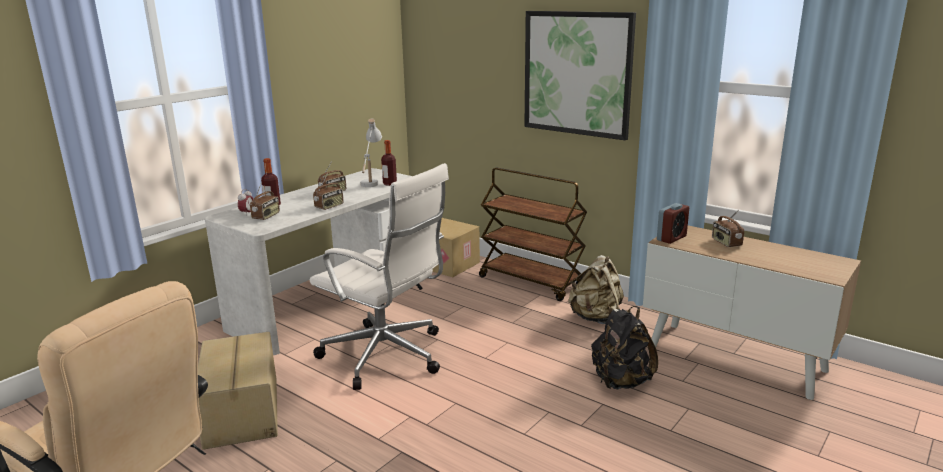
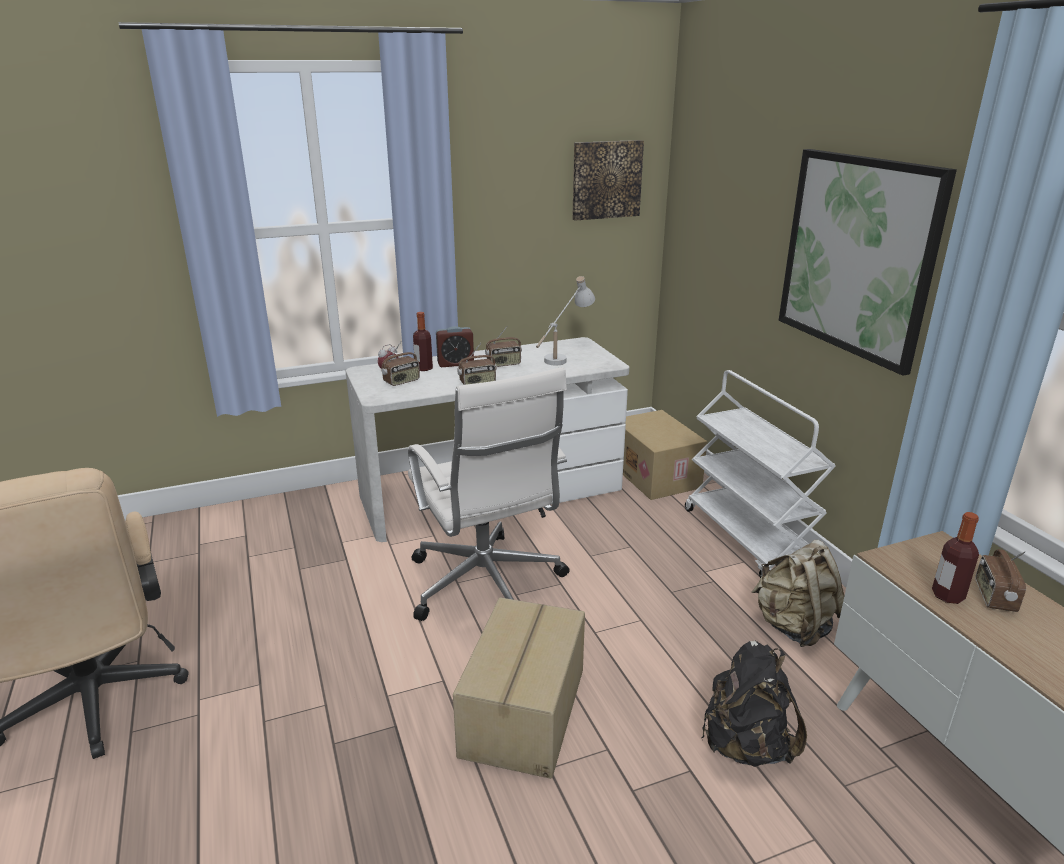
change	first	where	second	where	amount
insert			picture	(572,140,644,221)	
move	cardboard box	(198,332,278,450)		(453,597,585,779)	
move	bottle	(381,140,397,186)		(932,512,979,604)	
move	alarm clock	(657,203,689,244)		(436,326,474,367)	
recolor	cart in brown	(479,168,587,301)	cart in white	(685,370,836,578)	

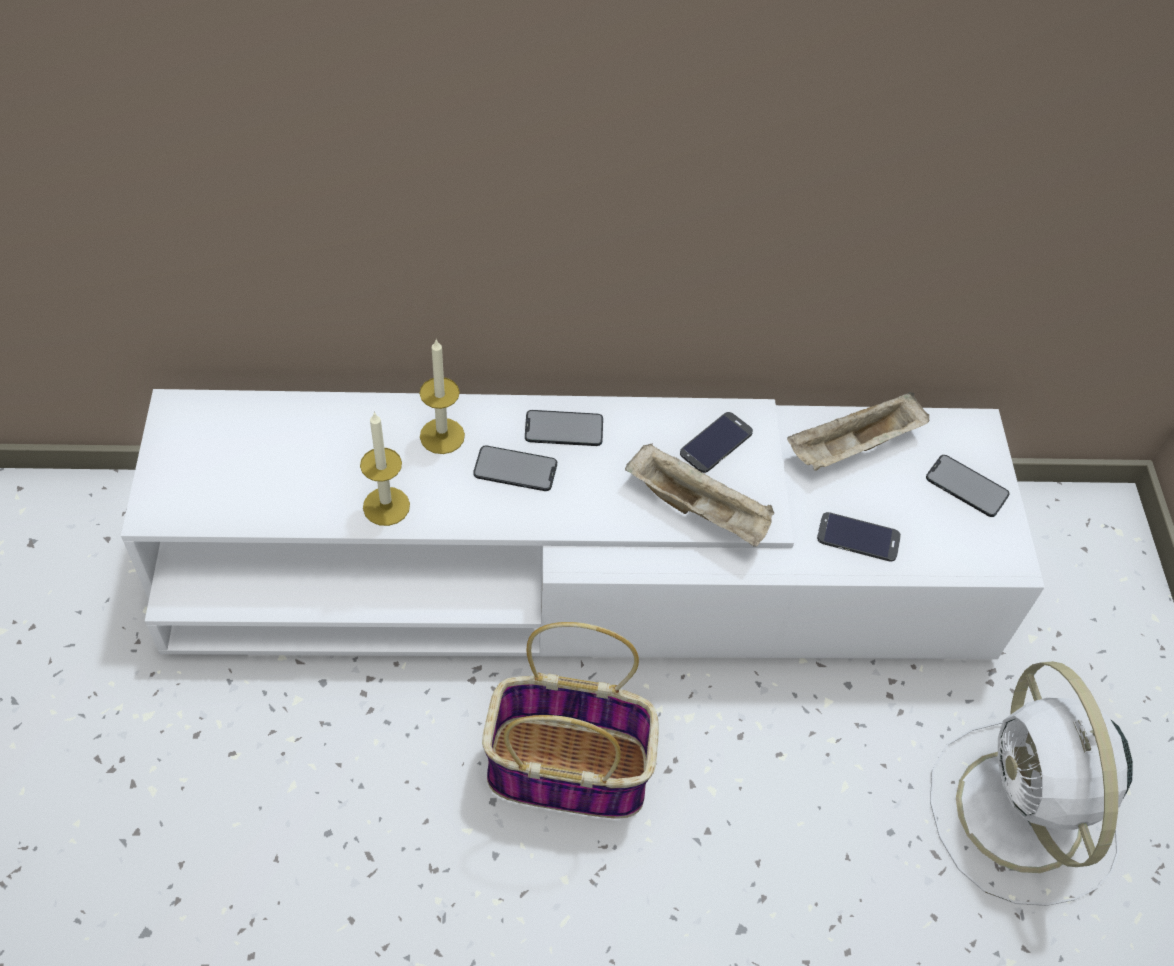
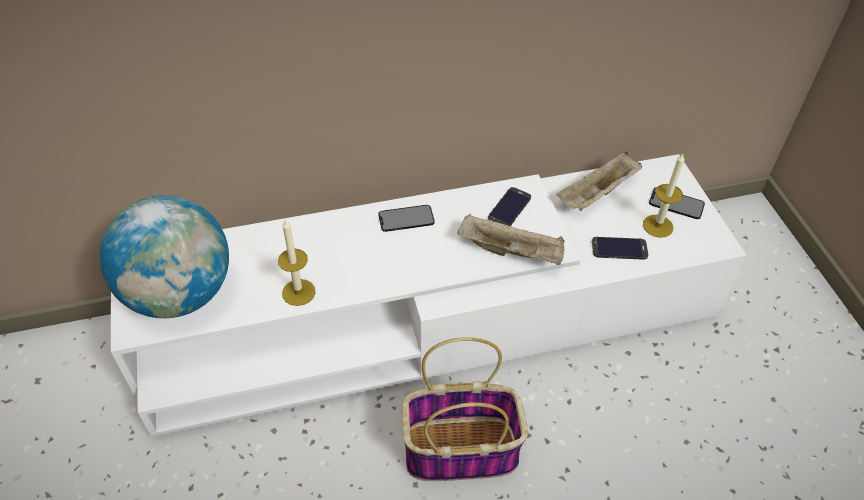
change	first	where	second	where	amount
delete	phone	(473,446,557,491)			
delete	fan in white	(930,661,1133,906)			
insert			globe	(100,195,229,318)	
move	candle	(420,339,465,454)		(643,154,684,238)	

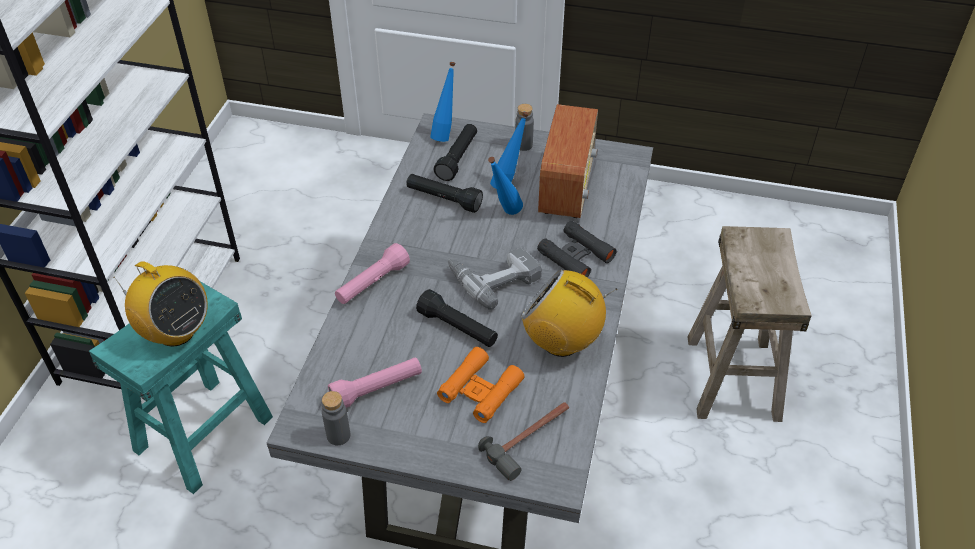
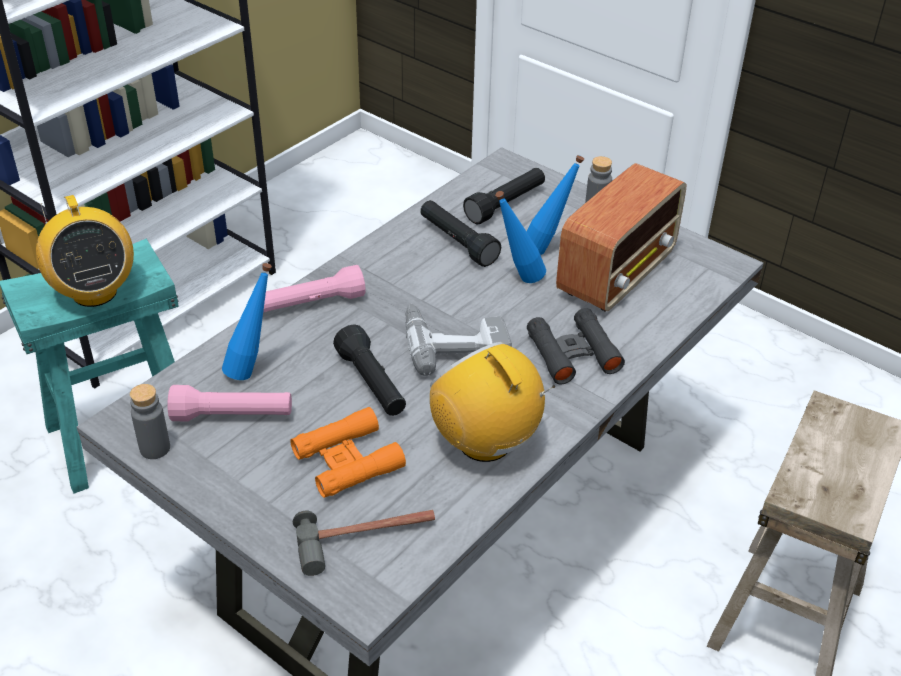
change	first	where	second	where	amount
move	bottle in blue	(430,62,455,142)		(222,263,272,380)	

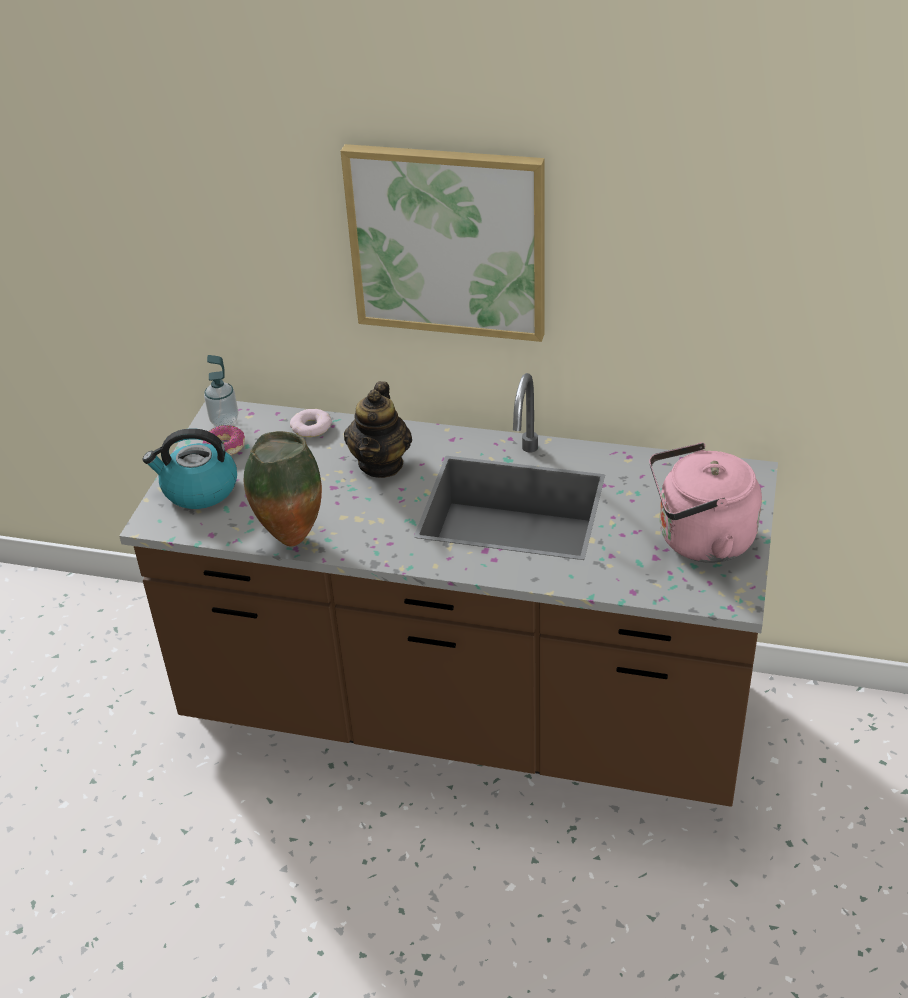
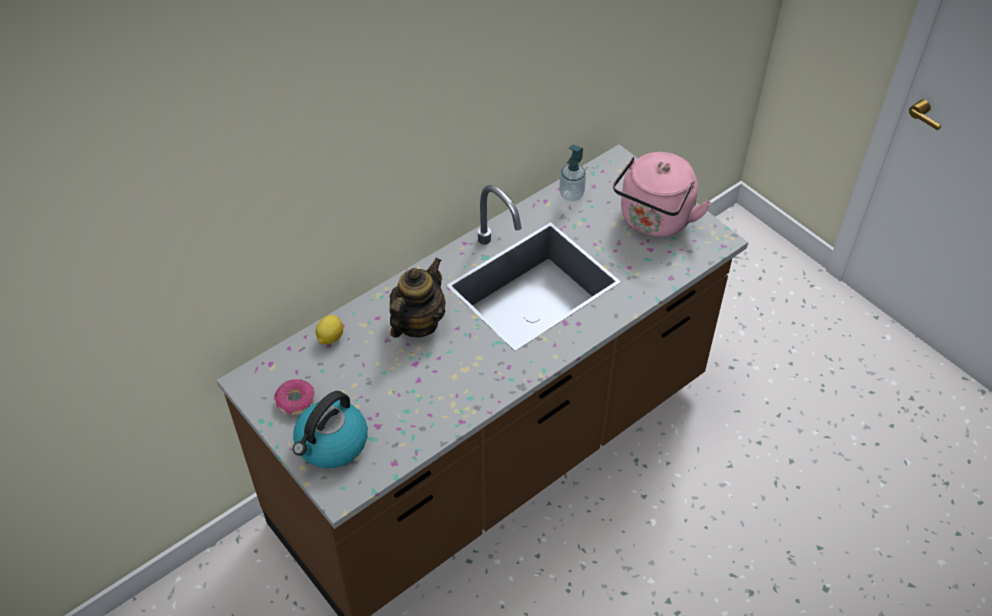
change	first	where	second	where	amount
delete	vase	(244,431,322,547)			
delete	picture	(340,144,545,342)			
move	soap dispenser	(204,355,238,426)		(559,145,586,201)	
replace	donut	(290,409,332,437)	lemon	(316,315,343,344)	
rotate	teapot	(344,381,412,478)		(389,258,445,338)	105 degrees counterclockwise

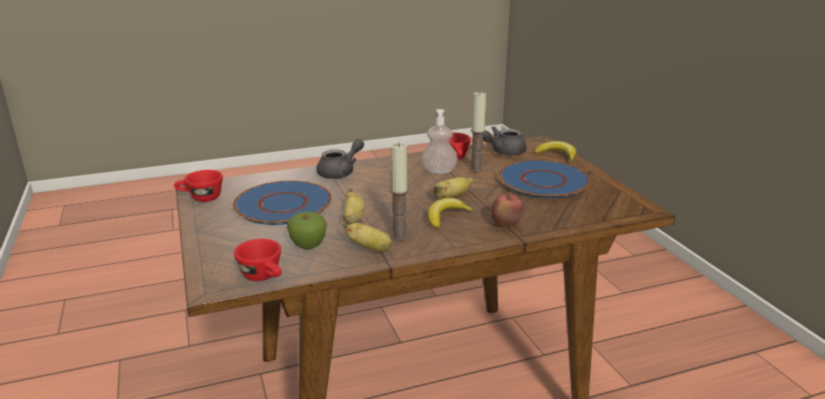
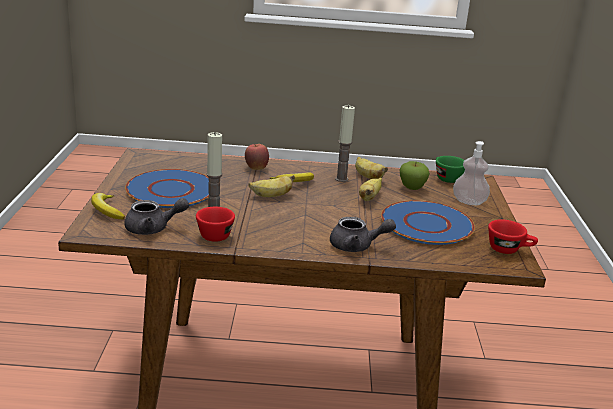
change	first	where	second	where	amount
move	soap dispenser	(421,109,458,174)		(453,141,490,205)	
recolor	cup in red	(234,239,282,281)	cup in green	(436,156,465,183)	
rotate	teapot in grey	(316,139,364,179)		(330,217,396,252)	150 degrees counterclockwise

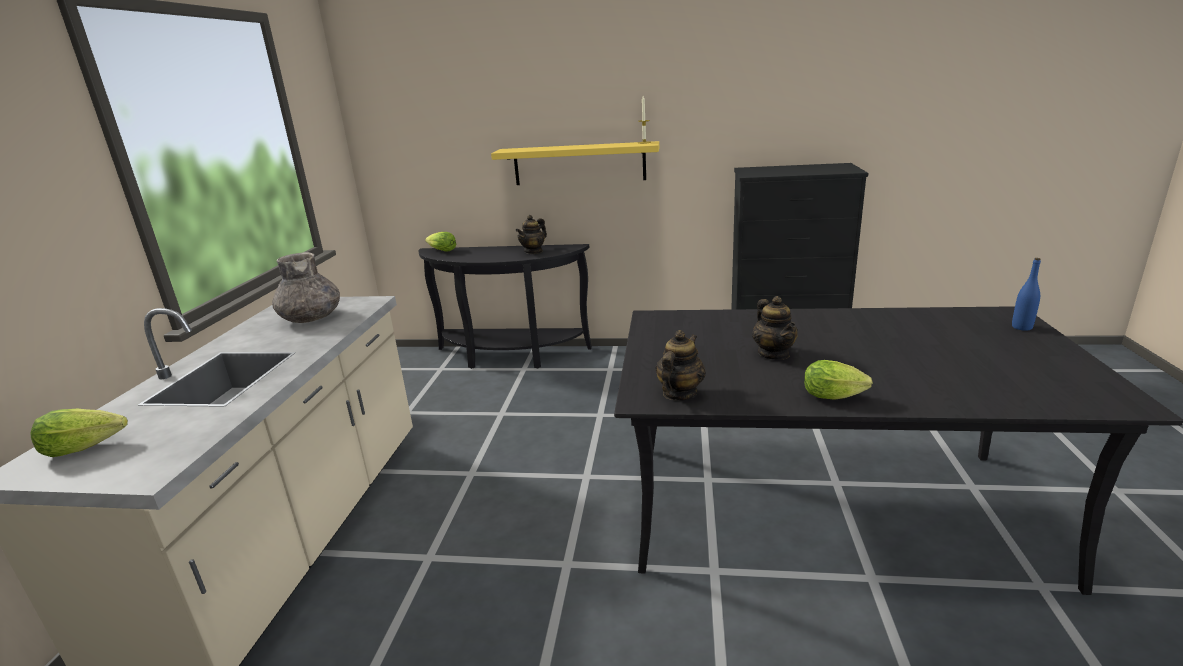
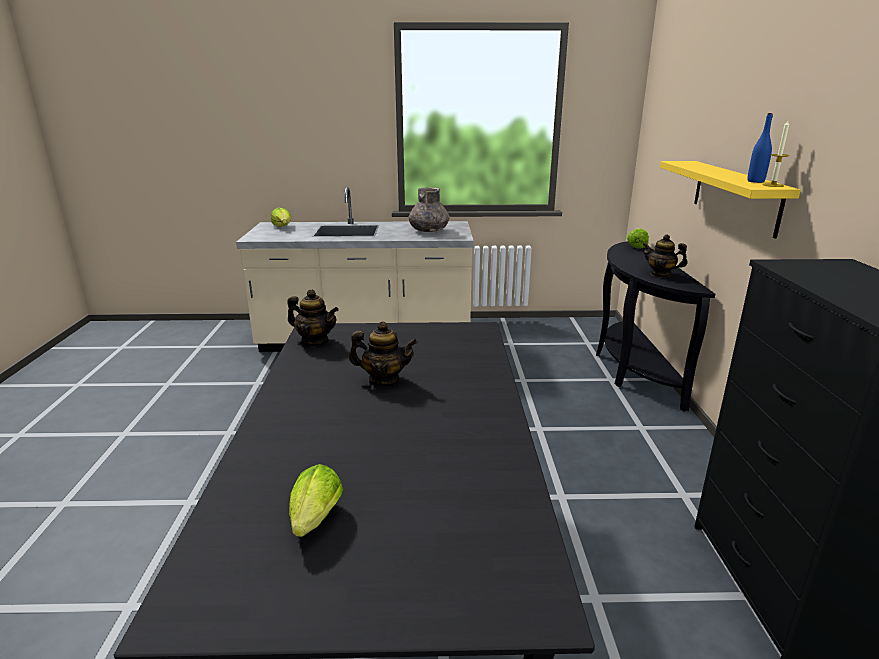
change	first	where	second	where	amount
move	lettuce	(804,360,873,400)		(289,464,343,537)	
move	bottle in blue	(1012,258,1041,331)		(747,113,773,183)	
rotate	teapot	(752,296,798,360)		(349,321,418,386)	150 degrees counterclockwise

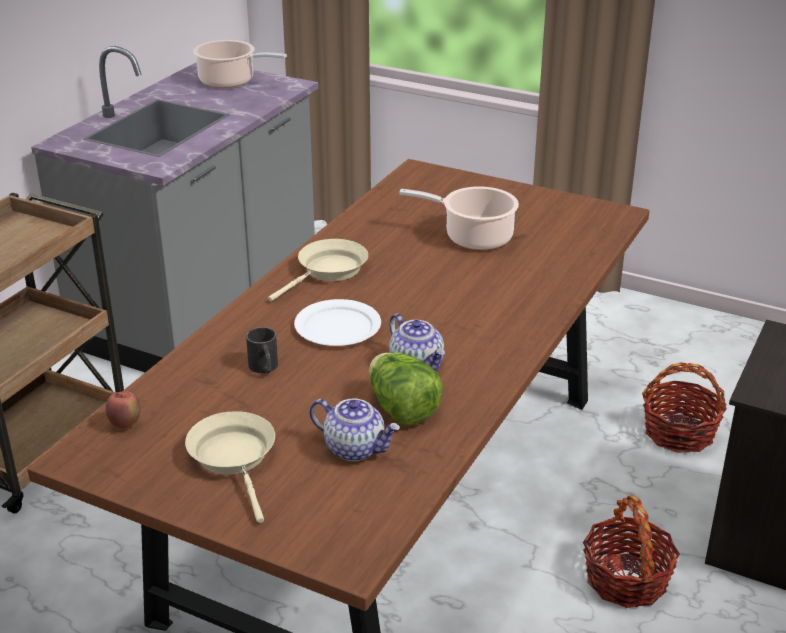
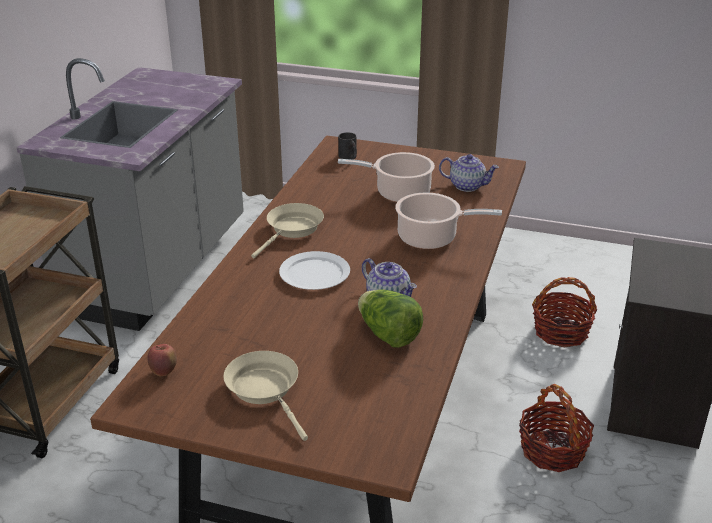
change	first	where	second	where	amount
move	cooking pot	(193,40,287,88)		(395,193,502,249)	
move	mug in black	(246,327,278,373)		(338,132,357,159)	
move	teapot	(309,399,400,461)		(439,154,499,192)	

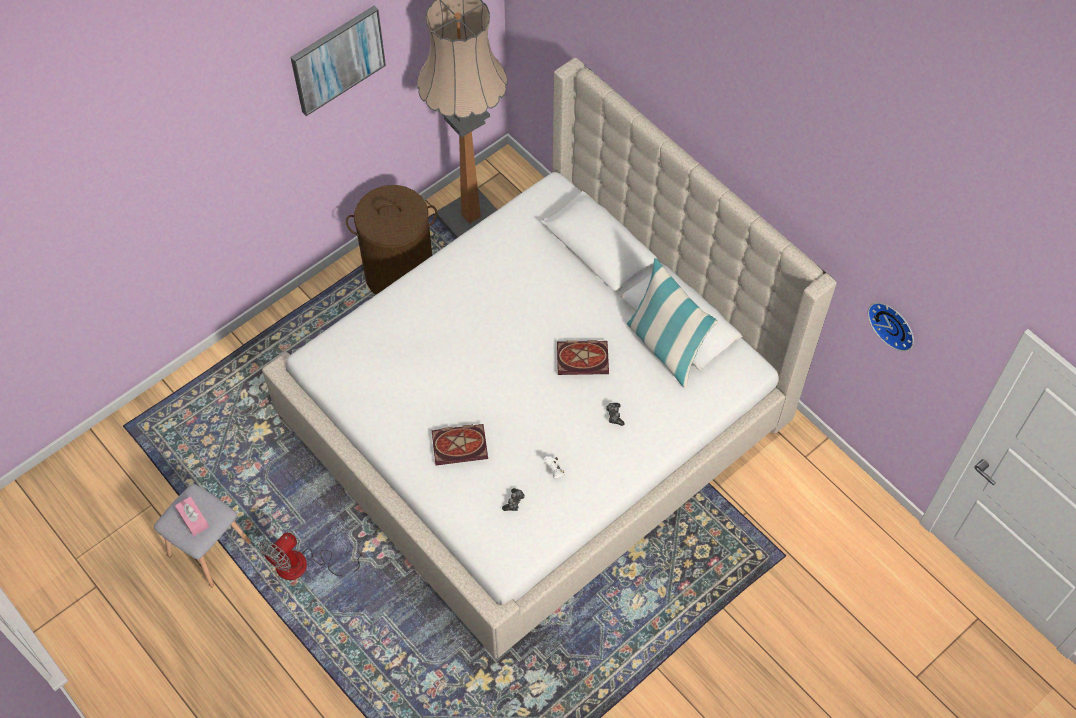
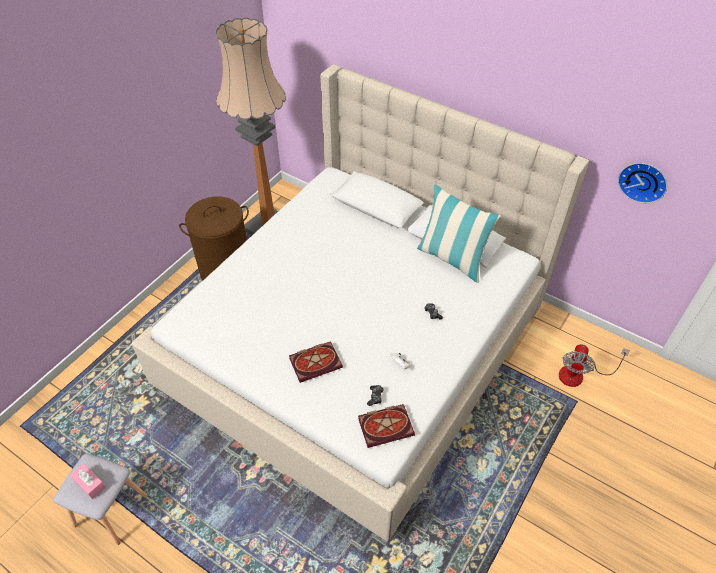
change	first	where	second	where	amount
delete	picture	(290,6,386,116)			
move	fan	(259,533,365,580)		(559,344,630,387)	
move	book	(557,340,609,375)		(358,404,415,448)	

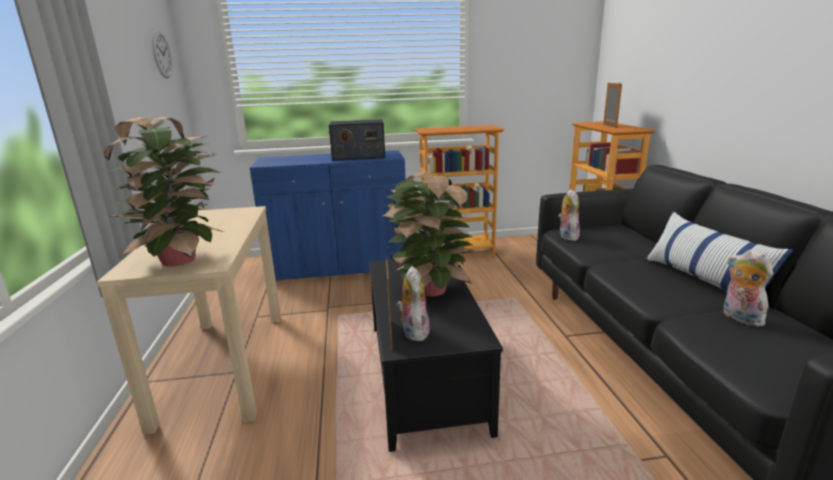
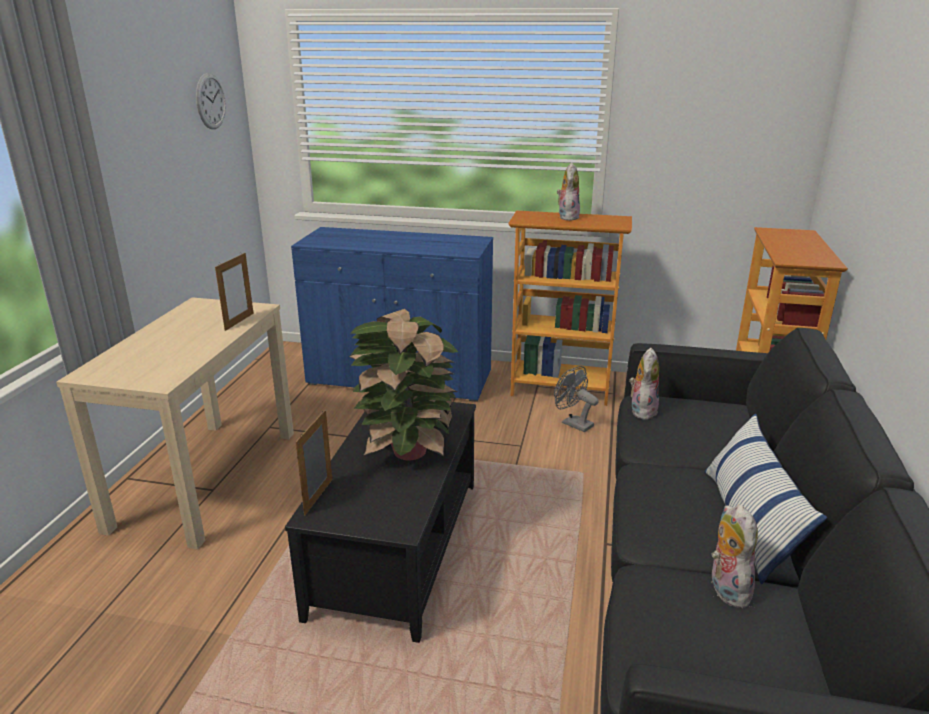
change	first	where	second	where	amount
delete	potted plant	(104,117,224,266)			
delete	radio	(329,119,385,161)			
insert			fan in grey	(554,366,599,432)	
move	plush toy	(397,266,430,341)		(557,163,580,221)	
move	picture frame	(603,83,622,128)		(215,252,254,331)	

